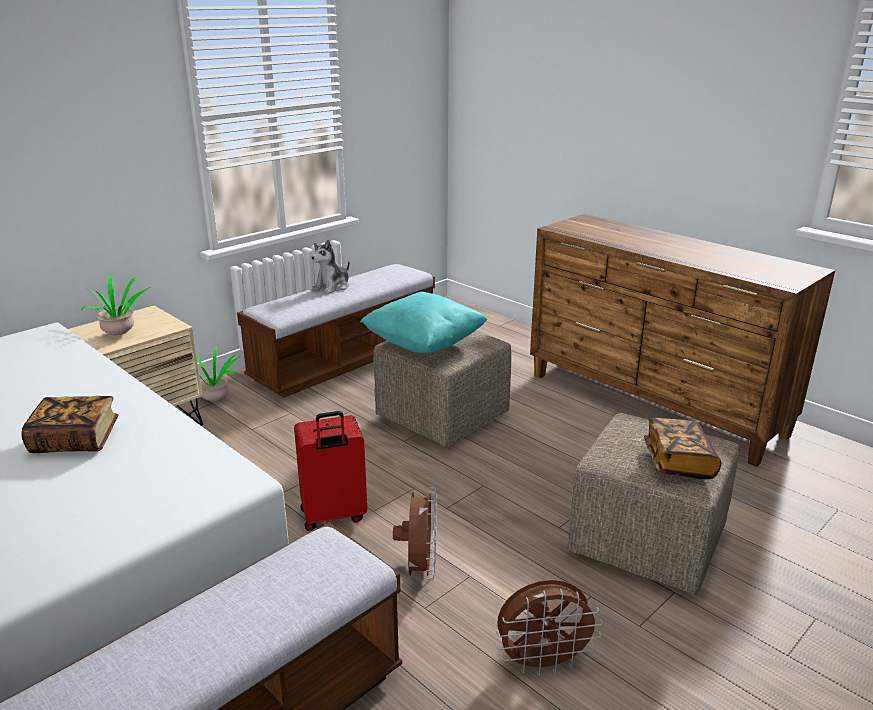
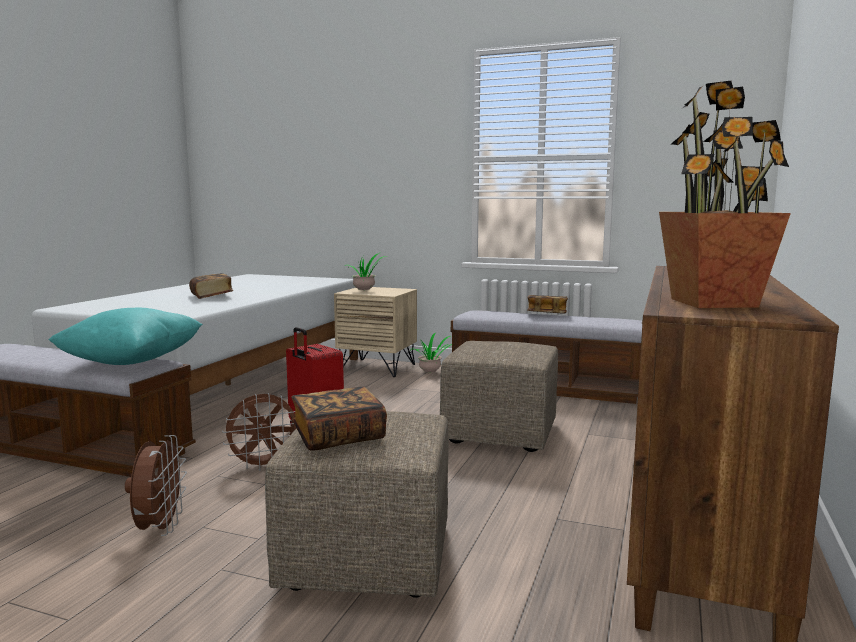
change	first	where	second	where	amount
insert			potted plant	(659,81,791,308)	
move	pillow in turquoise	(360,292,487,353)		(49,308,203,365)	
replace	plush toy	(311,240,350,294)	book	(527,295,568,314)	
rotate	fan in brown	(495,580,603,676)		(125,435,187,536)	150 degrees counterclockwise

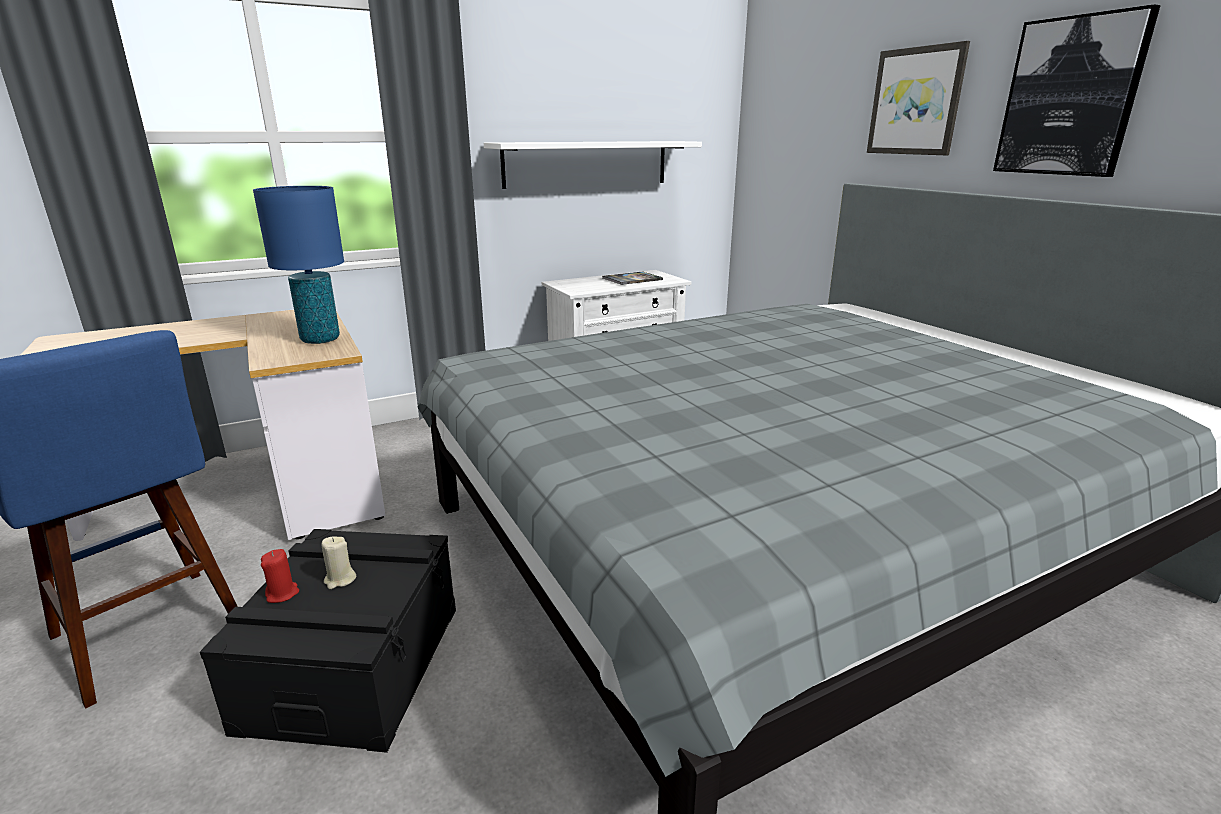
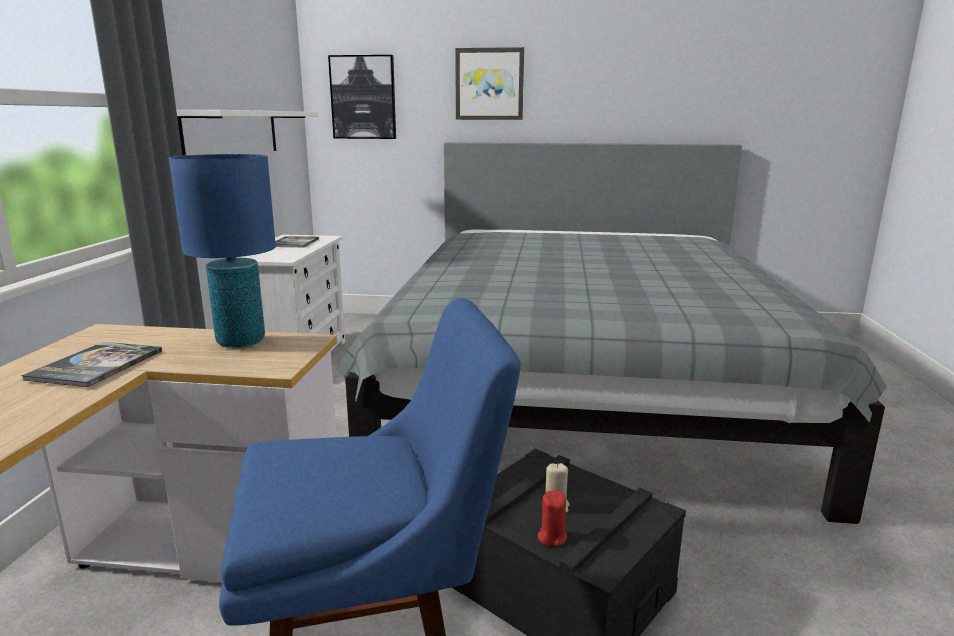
change	first	where	second	where	amount
insert			book	(21,342,162,387)	
move	picture	(993,4,1161,177)		(328,55,396,139)	

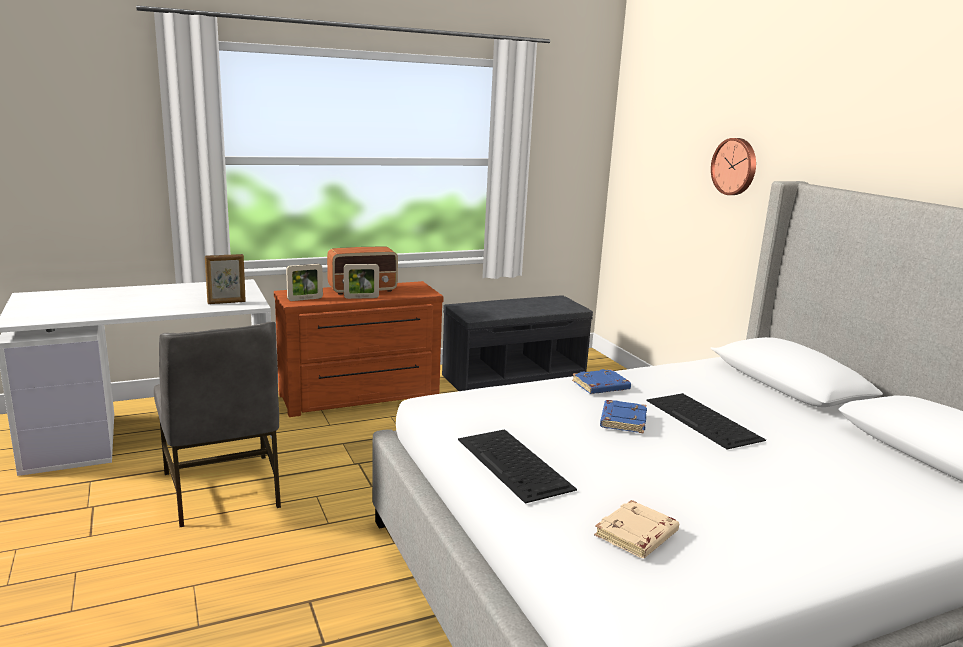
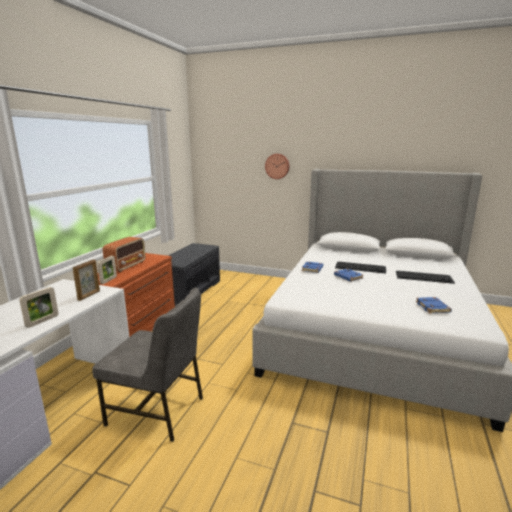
change	first	where	second	where	amount
move	picture frame	(344,264,379,299)		(19,287,58,328)	
move	keyboard	(458,429,577,504)		(396,271,455,284)	
recolor	book in beige	(594,500,679,558)	book in blue	(416,297,452,313)	

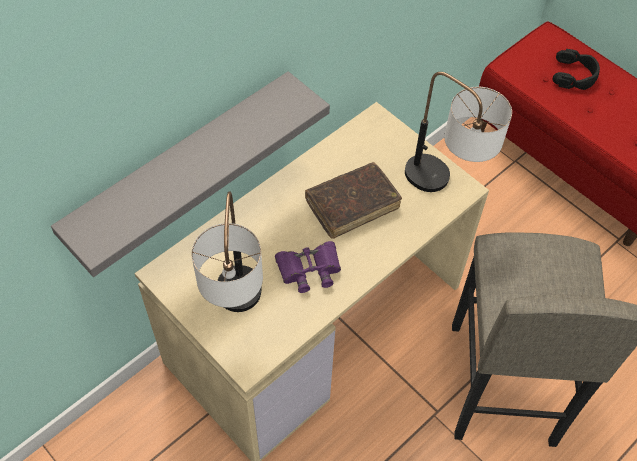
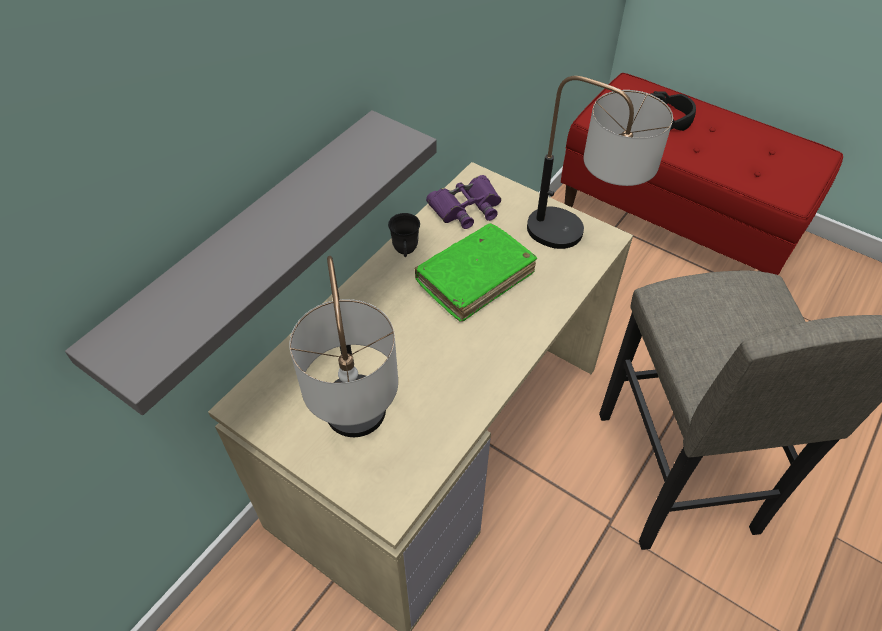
change	first	where	second	where	amount
insert			mug in grey	(388,213,420,257)	
move	binoculars in purple	(275,241,341,293)		(426,175,501,229)	
recolor	book in brown	(305,162,402,239)	book in green	(414,223,537,322)	

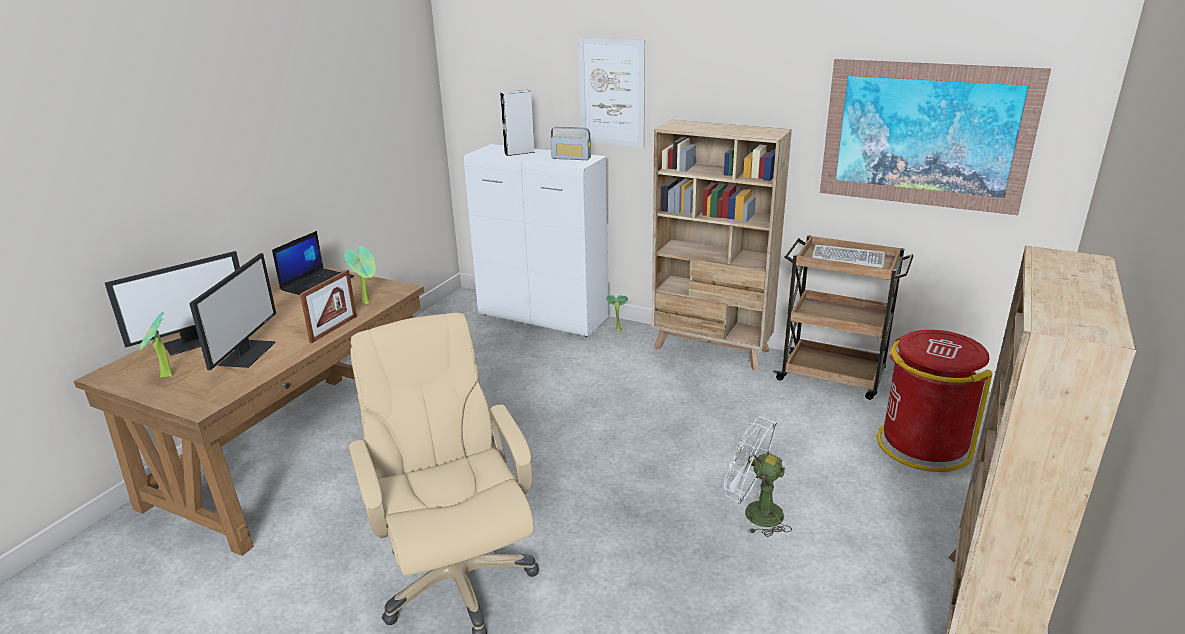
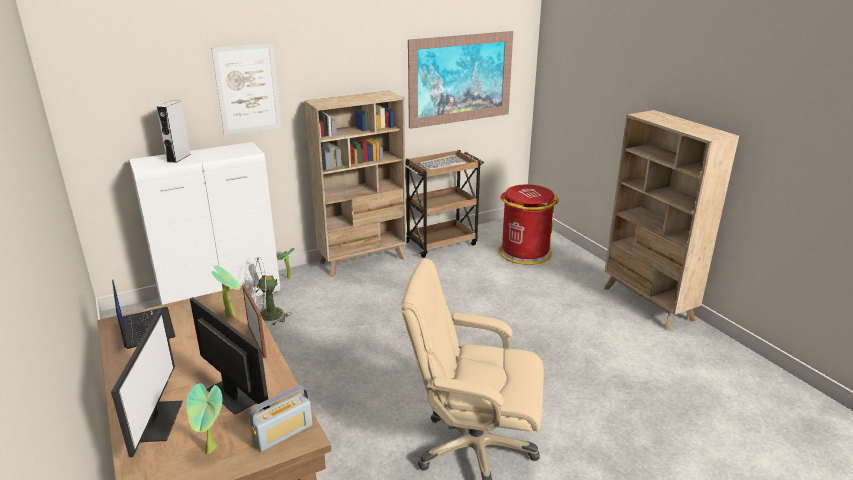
change	first	where	second	where	amount
move	radio	(551,127,591,160)		(249,385,312,452)	
move	fan in white	(724,417,792,537)		(244,257,292,326)	

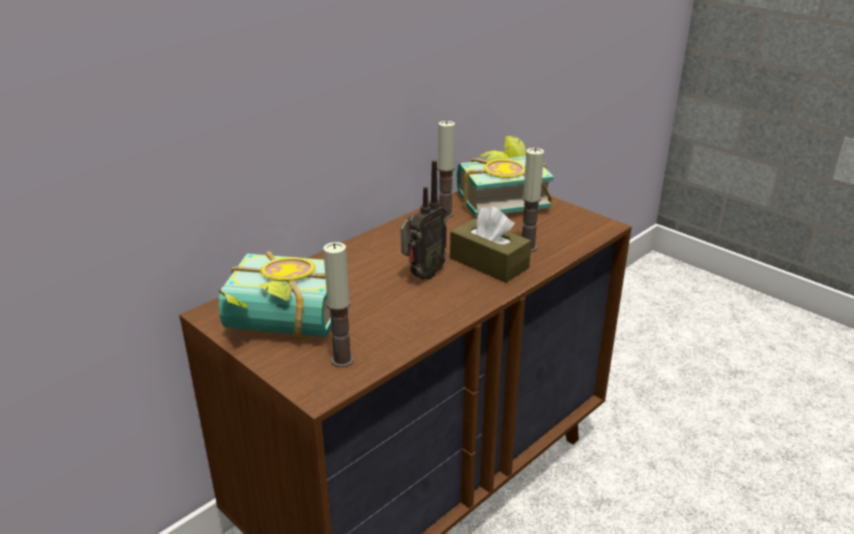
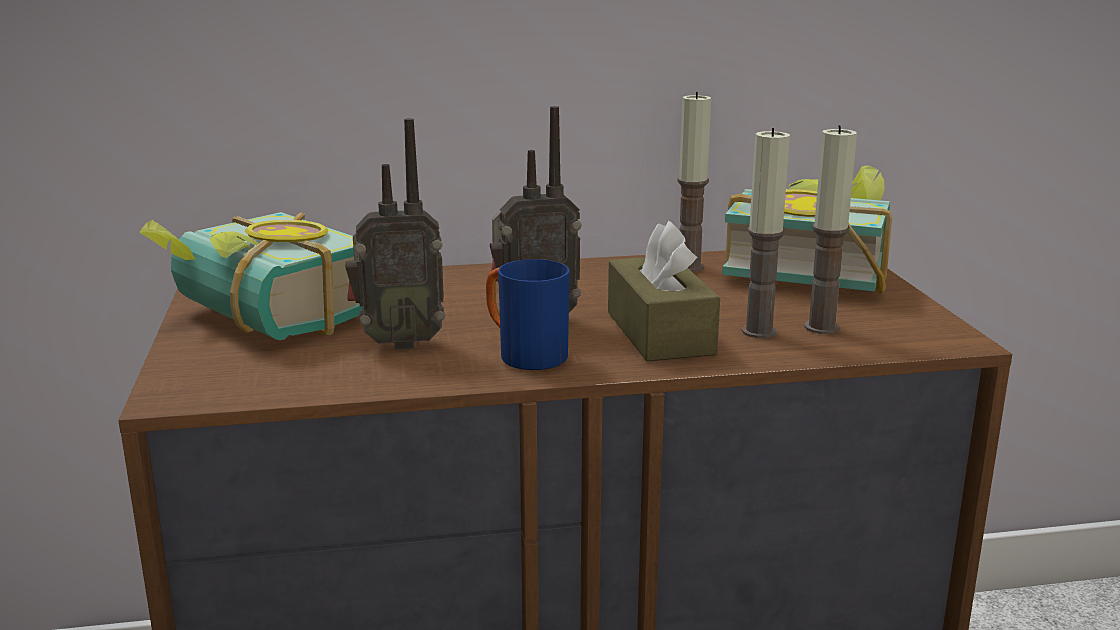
change	first	where	second	where	amount
insert			radio	(345,118,445,350)	
insert			mug in blue	(486,259,570,370)	
move	candle	(323,242,354,367)		(804,125,857,334)	

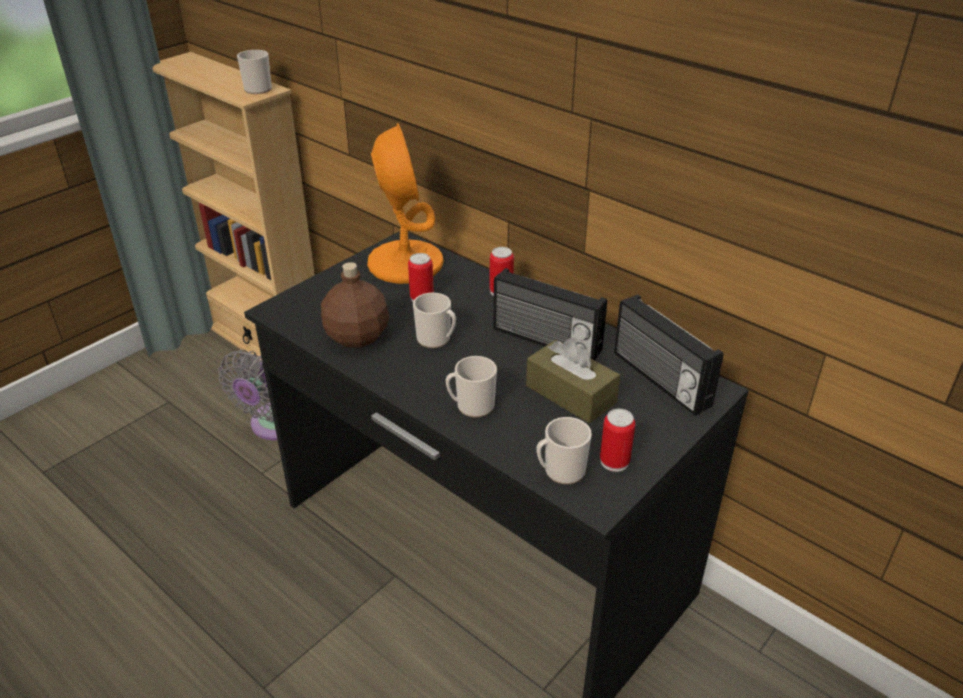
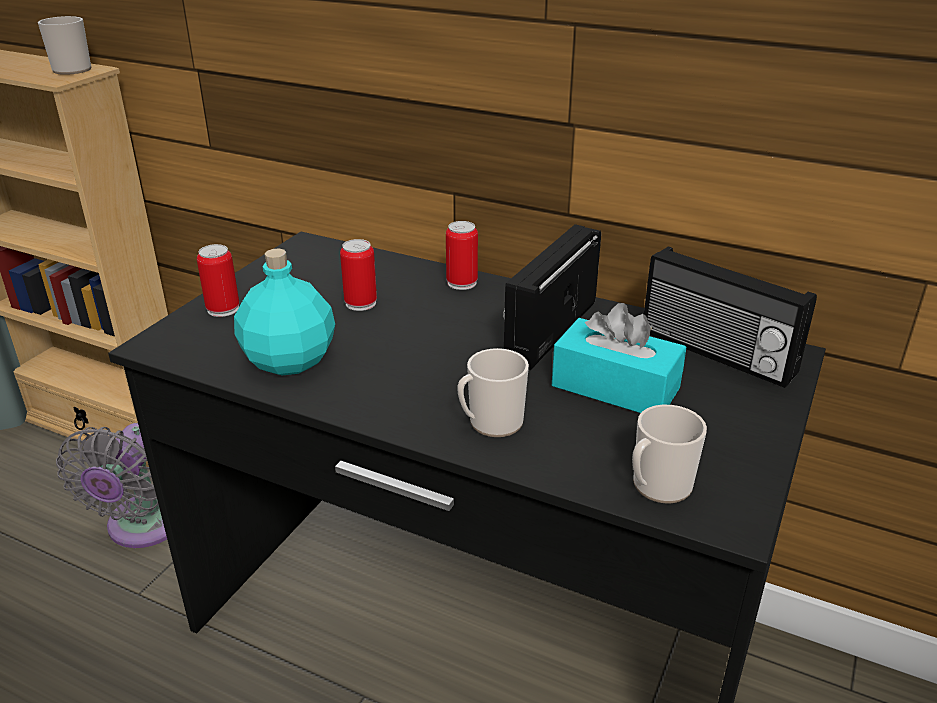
change	first	where	second	where	amount
delete	table lamp in orange	(367,123,444,284)			
delete	mug	(413,293,456,348)			
move	can	(600,409,636,472)		(197,244,239,317)	
recolor	bottle in brown	(321,262,389,348)	bottle in turquoise	(234,248,335,375)	
recolor	tissue box in brown	(526,338,620,423)	tissue box in turquoise	(552,303,686,413)	
rotate	radio	(493,268,607,361)		(503,224,601,370)	105 degrees clockwise

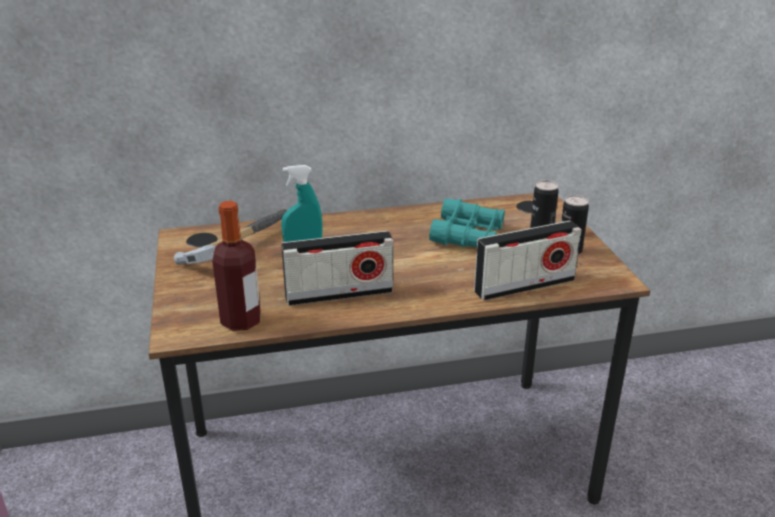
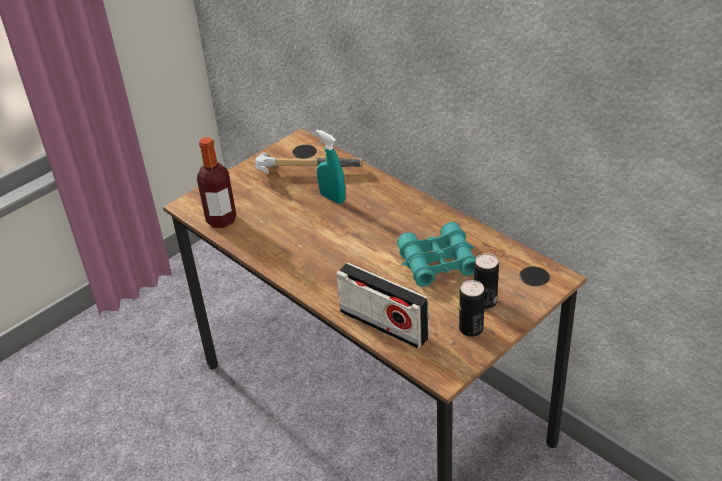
change	first	where	second	where	amount
delete	radio	(281,231,393,306)			

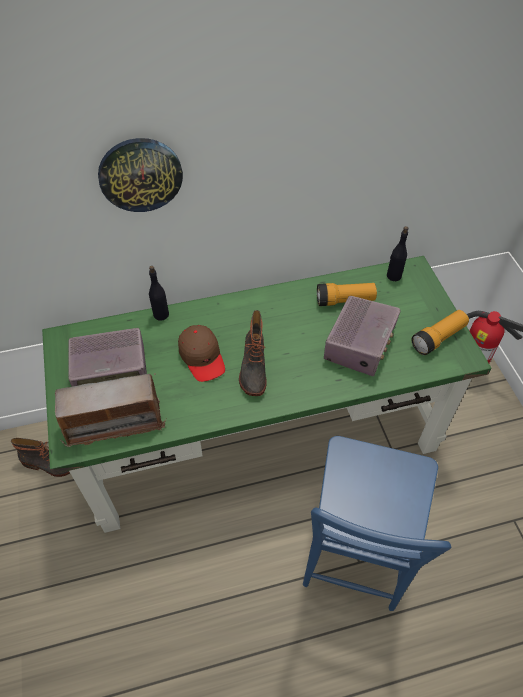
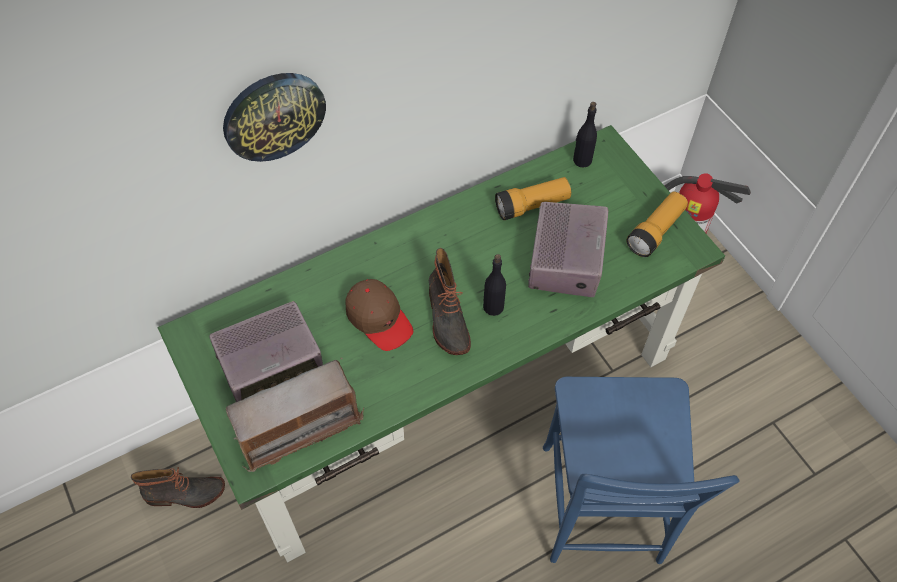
change	first	where	second	where	amount
move	bottle in black	(149,266,169,321)		(483,254,506,316)	

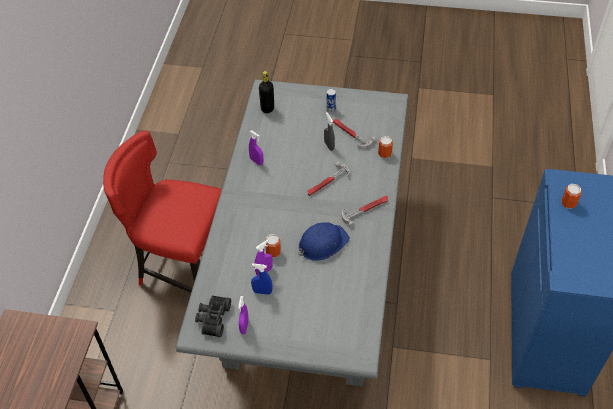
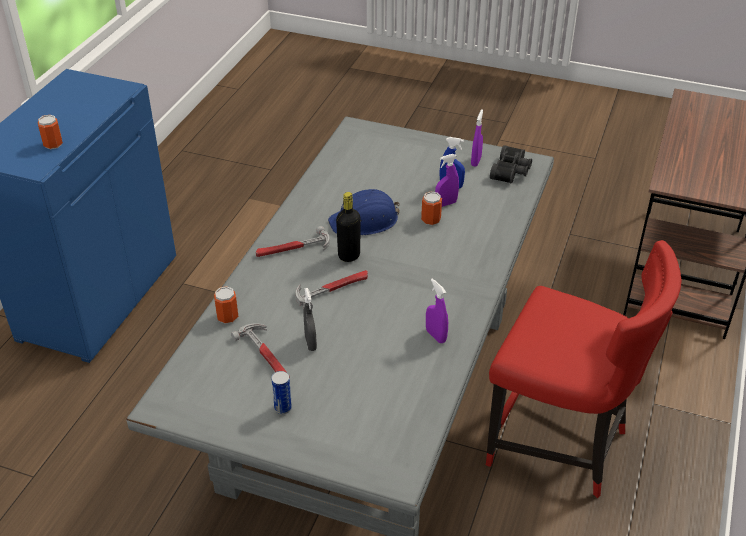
change	first	where	second	where	amount
move	bottle in black	(259,71,274,113)		(336,192,361,262)	

